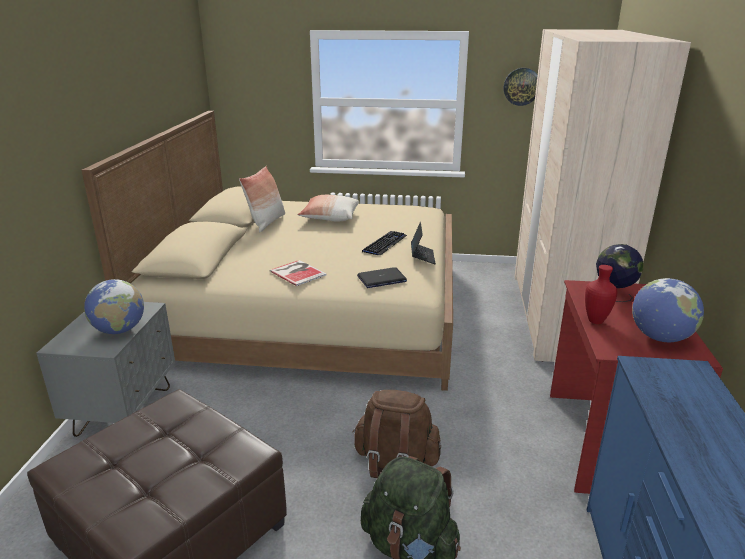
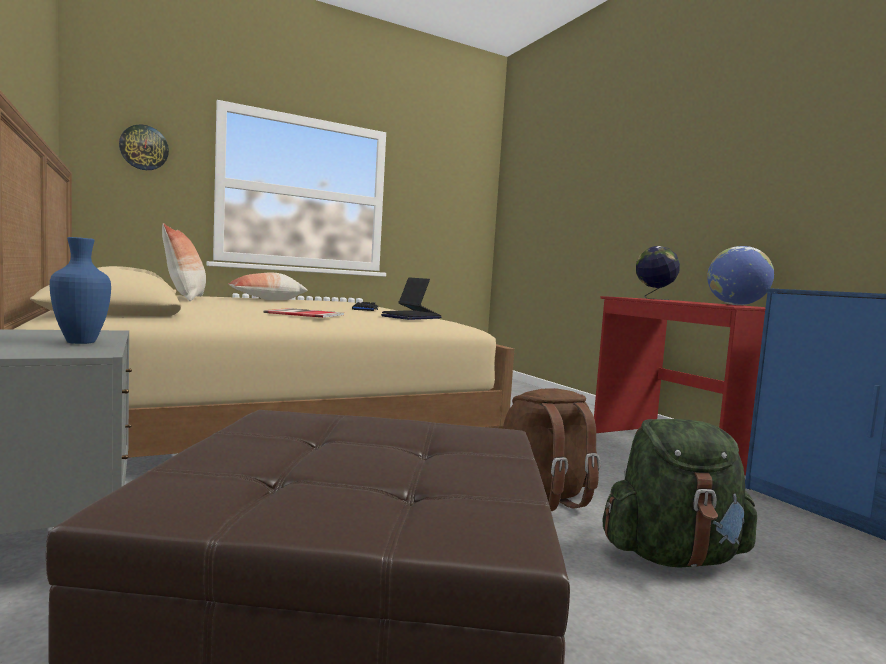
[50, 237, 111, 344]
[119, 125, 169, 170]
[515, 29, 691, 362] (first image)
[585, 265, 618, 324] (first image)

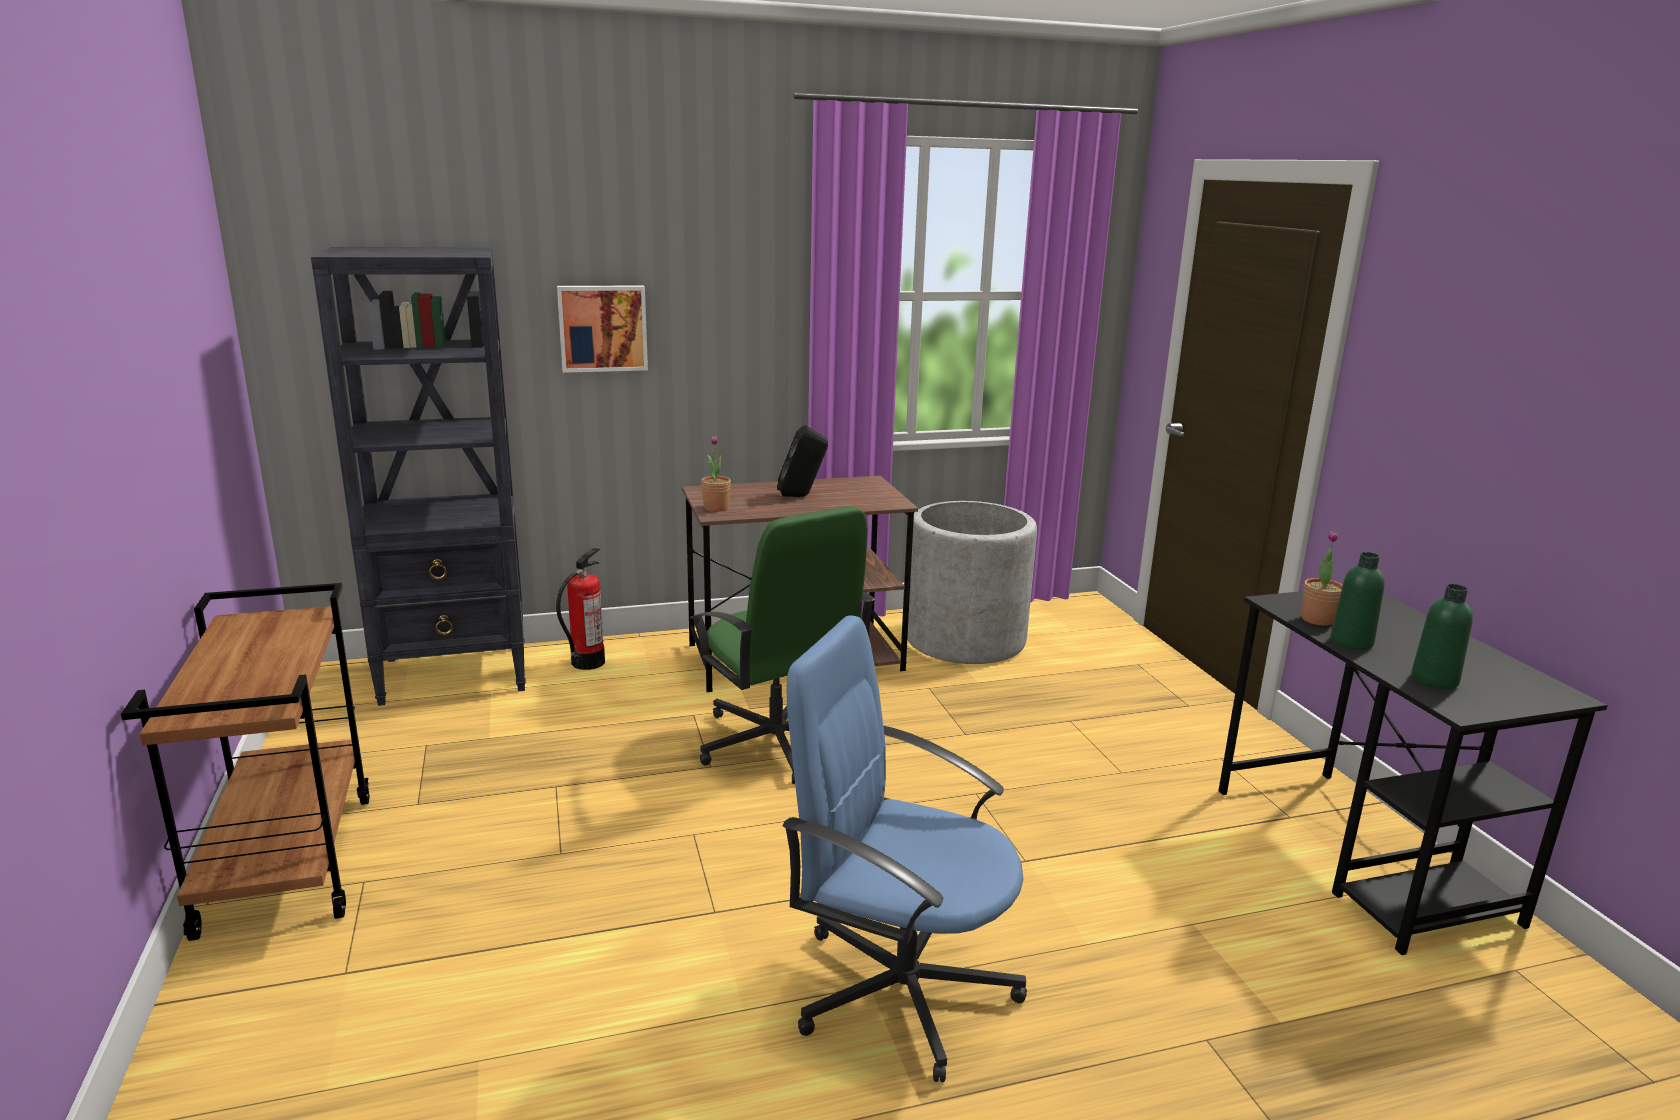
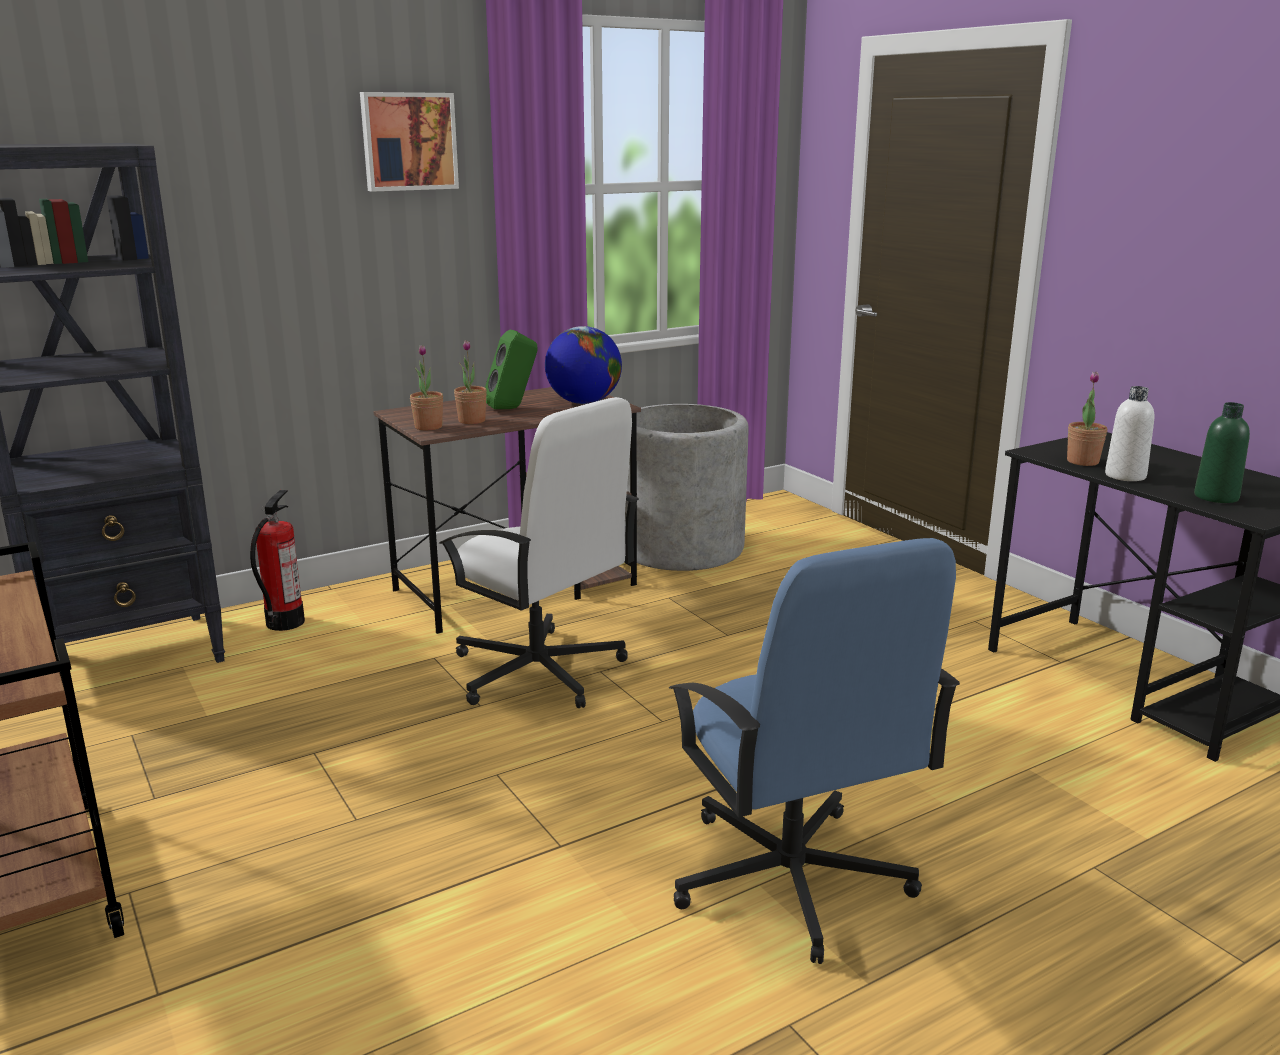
[360, 92, 459, 192]
[439, 397, 639, 708]
[485, 330, 538, 409]
[669, 538, 960, 964]
[1105, 386, 1154, 481]
[454, 340, 487, 424]
[545, 326, 622, 404]

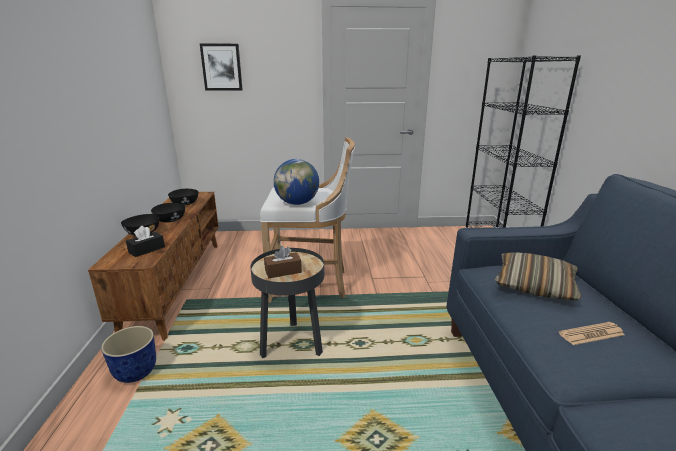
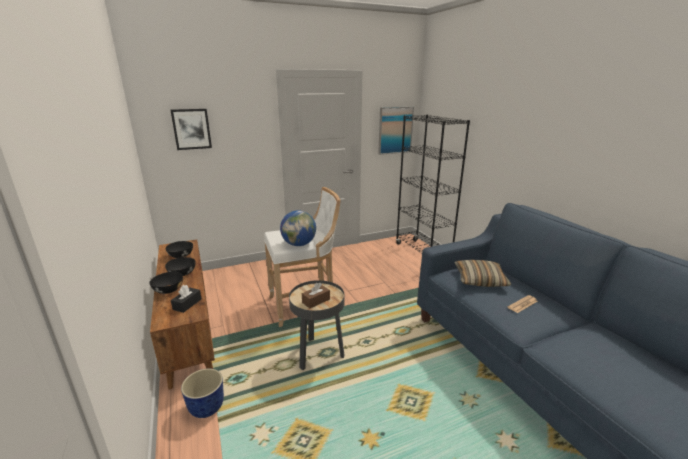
[378, 107, 414, 155]

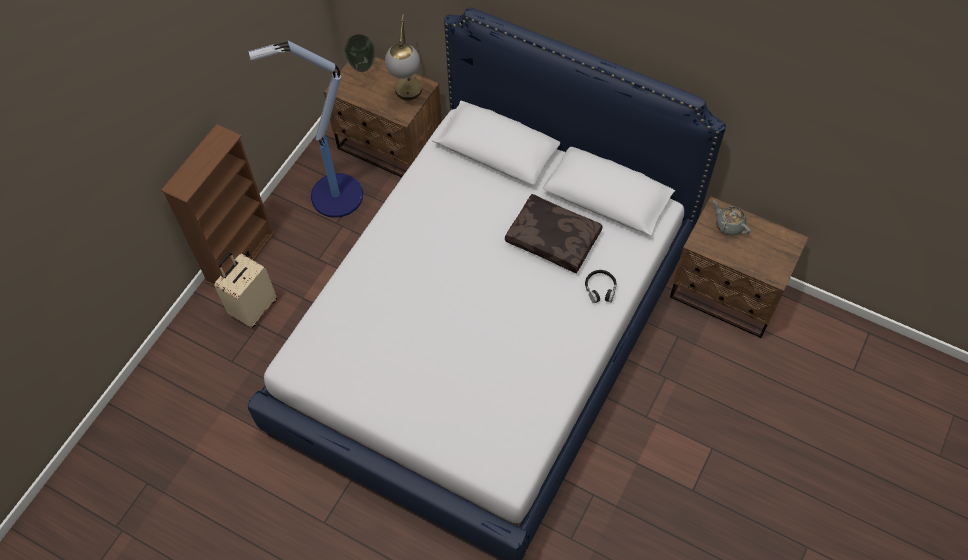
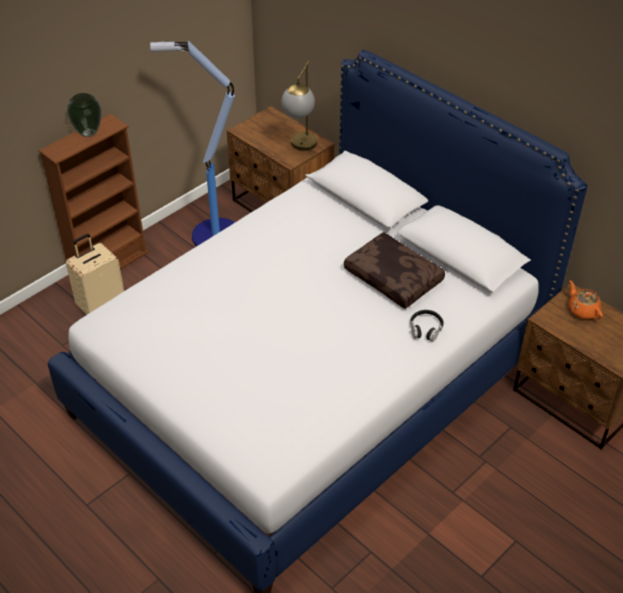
[67, 93, 101, 137]
[568, 280, 603, 319]

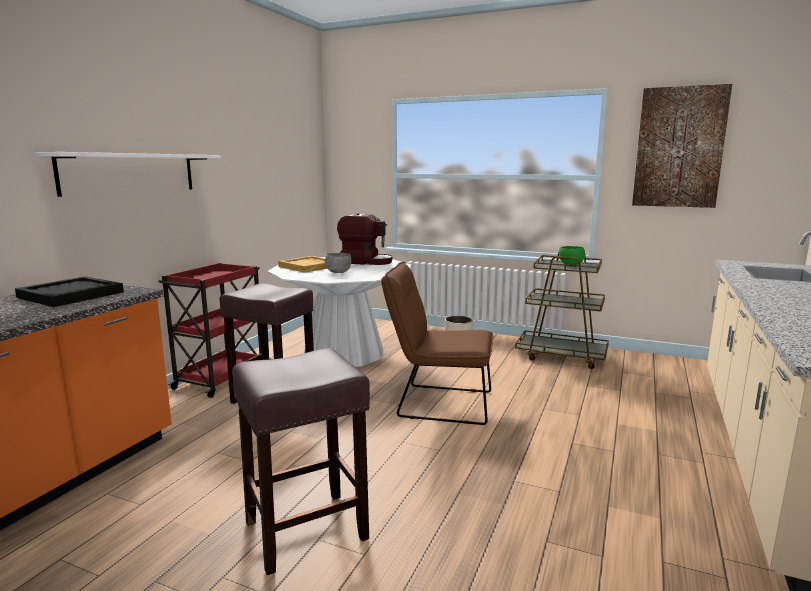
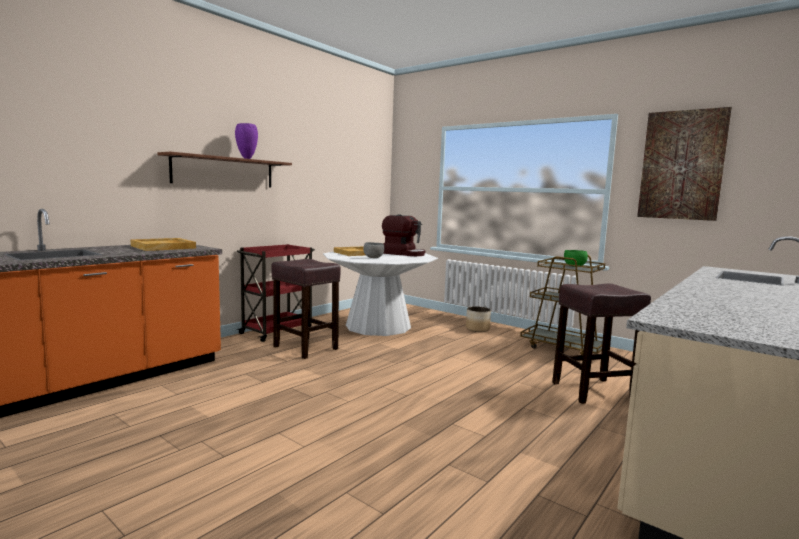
[131, 238, 196, 251]
[158, 152, 292, 187]
[552, 284, 651, 404]
[381, 262, 493, 425] (first image)
[235, 123, 258, 159]

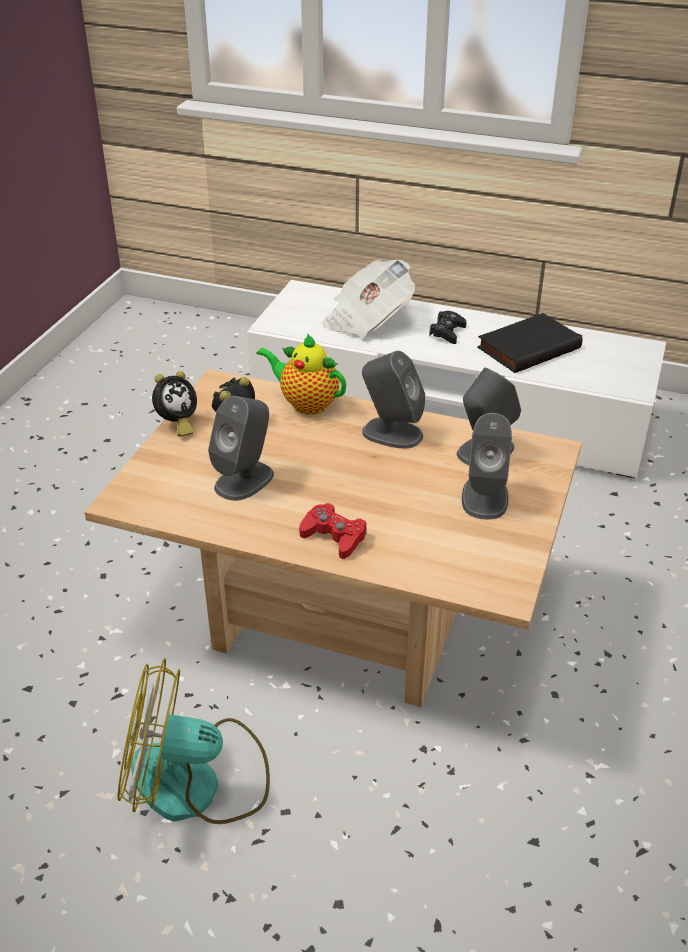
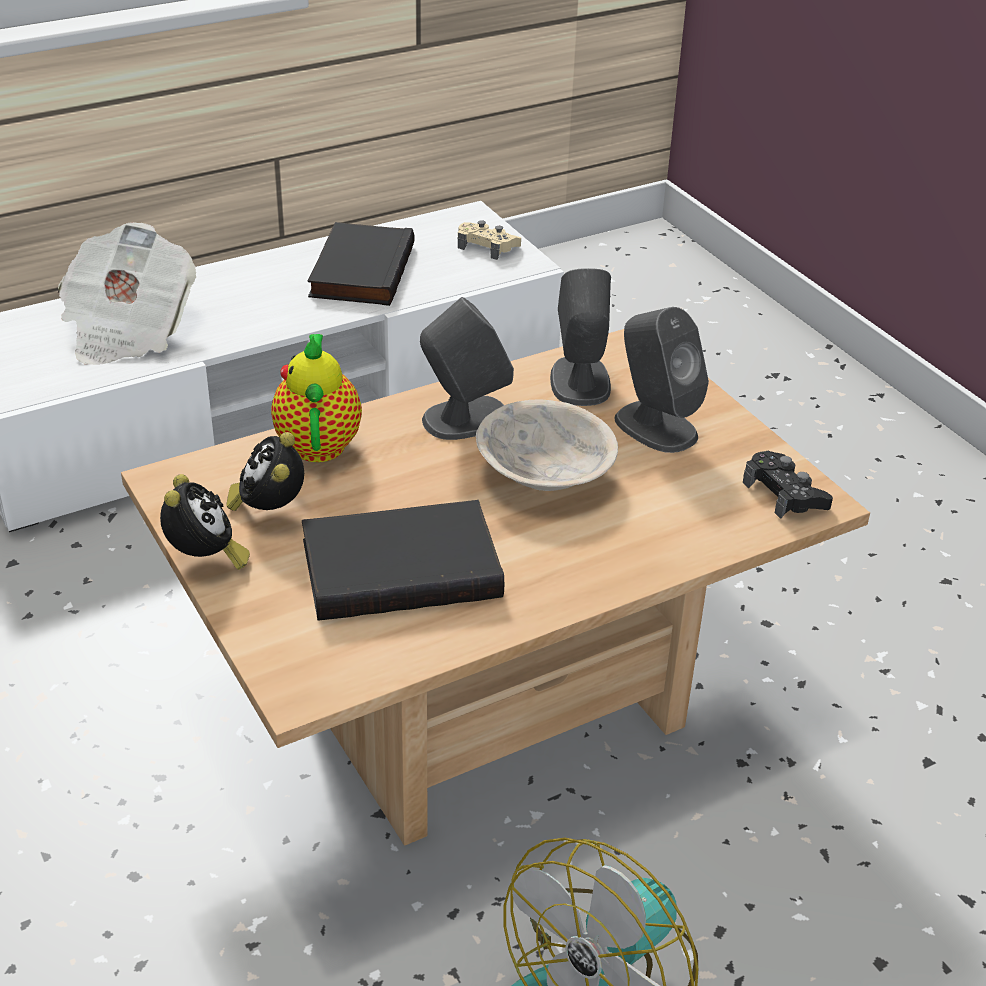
[302, 500, 504, 621]
[271, 334, 362, 462]
[299, 503, 367, 559] (first image)
[743, 451, 833, 519]
[458, 220, 521, 260]
[476, 400, 618, 491]

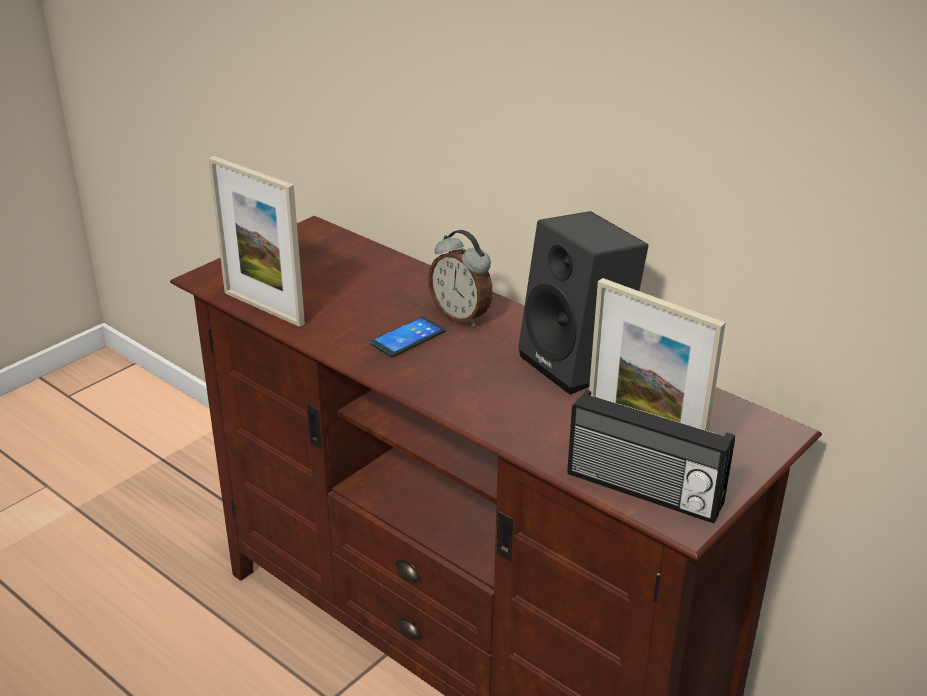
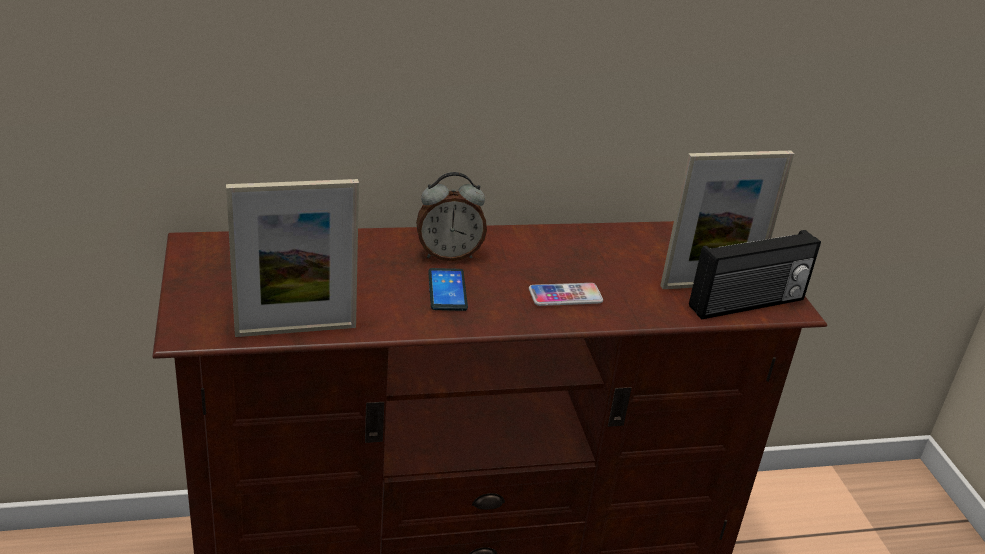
[518, 211, 649, 395] (first image)
[529, 283, 603, 306]

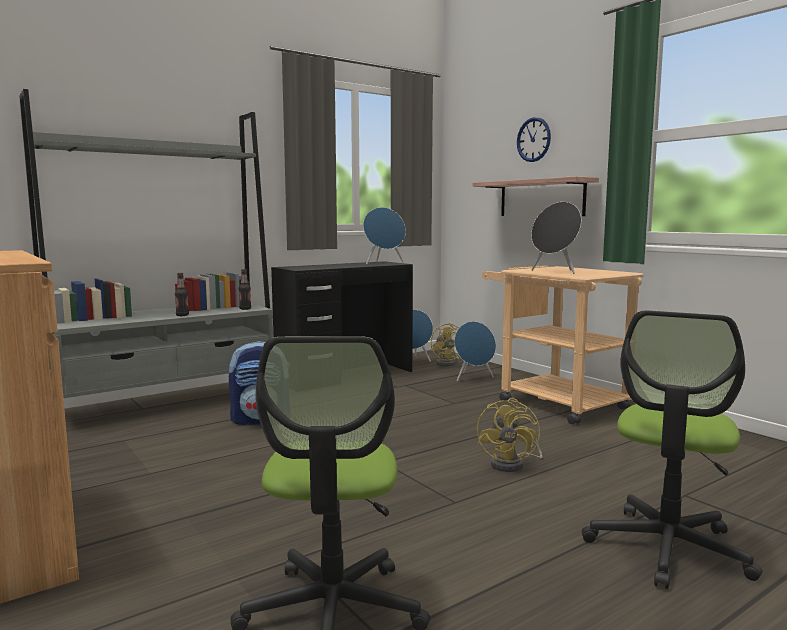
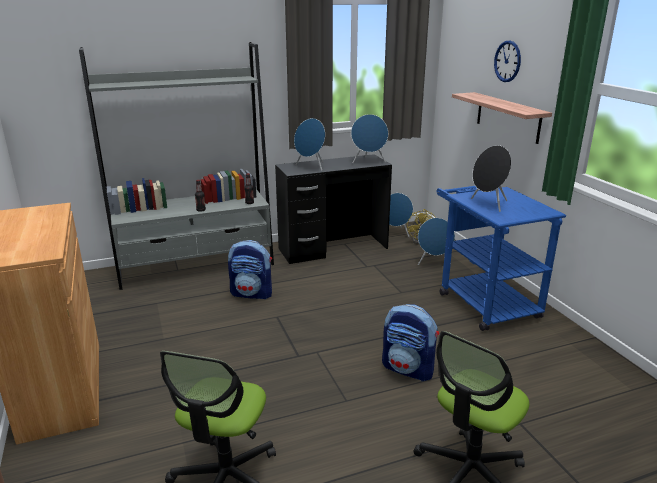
[382, 304, 439, 381]
[437, 186, 566, 331]
[294, 118, 325, 171]

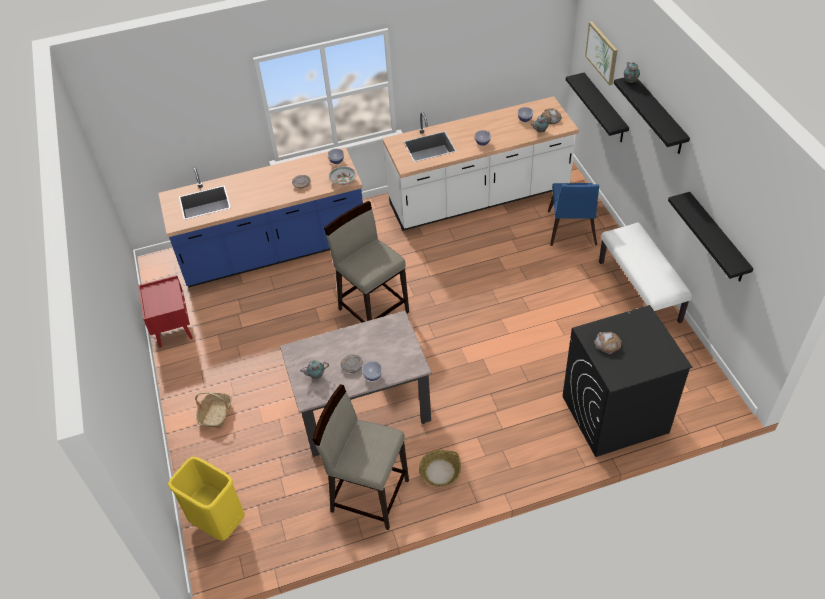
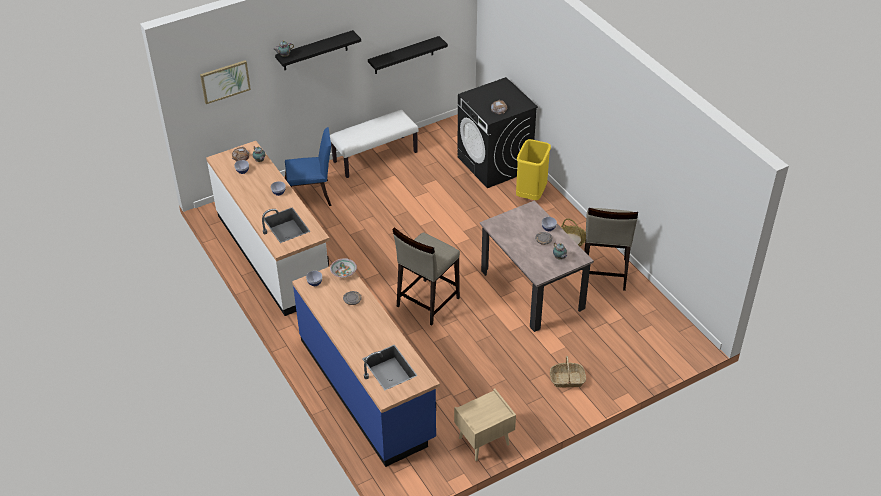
[454, 388, 516, 461]
[516, 139, 551, 200]
[566, 73, 629, 142] (first image)

